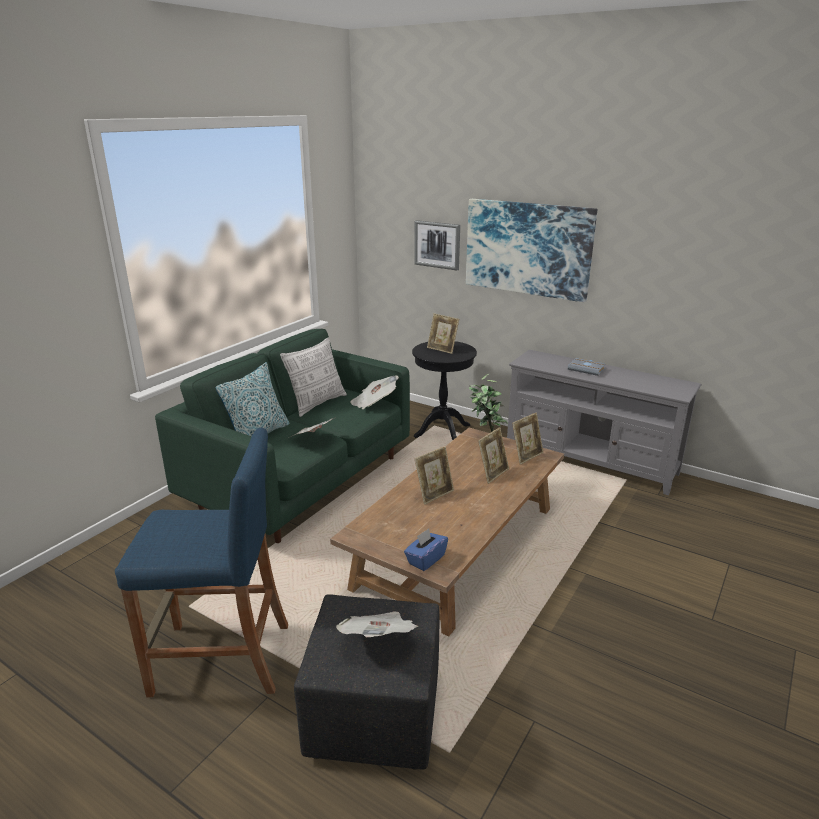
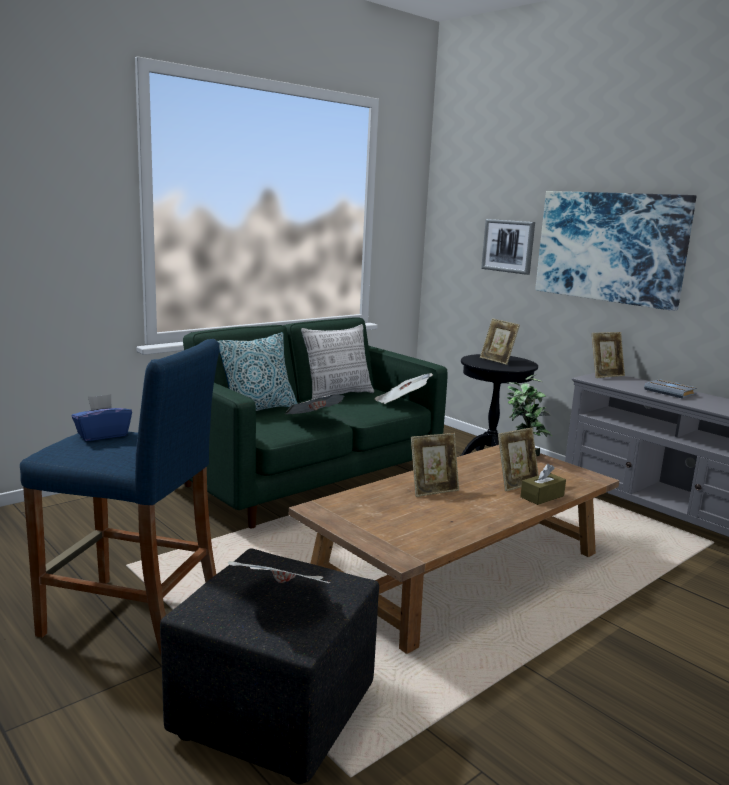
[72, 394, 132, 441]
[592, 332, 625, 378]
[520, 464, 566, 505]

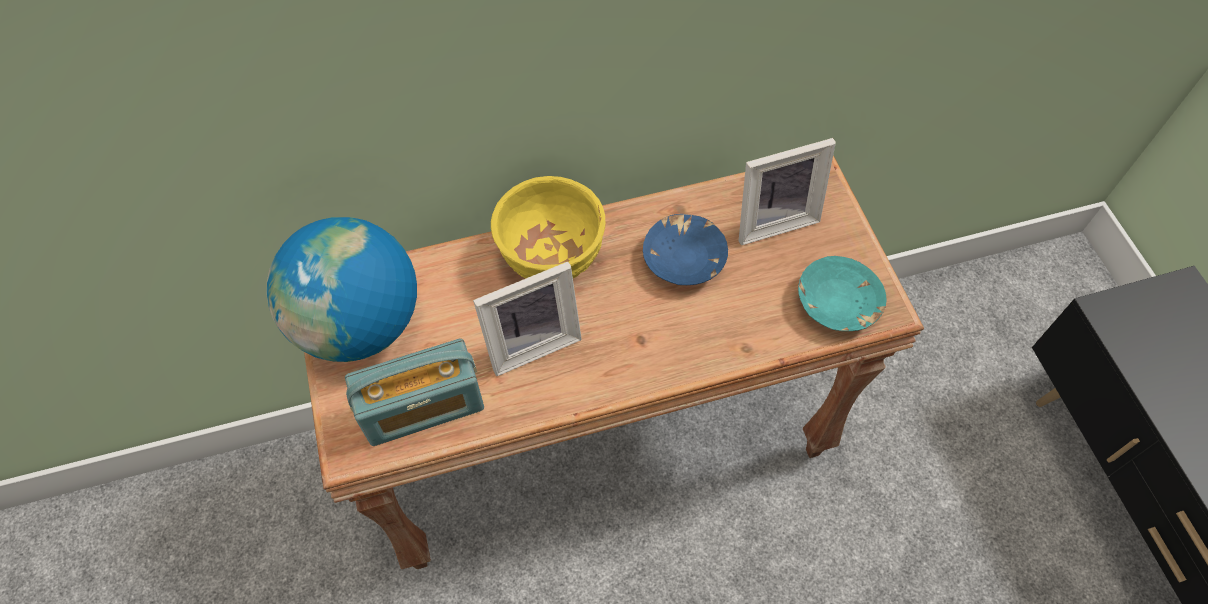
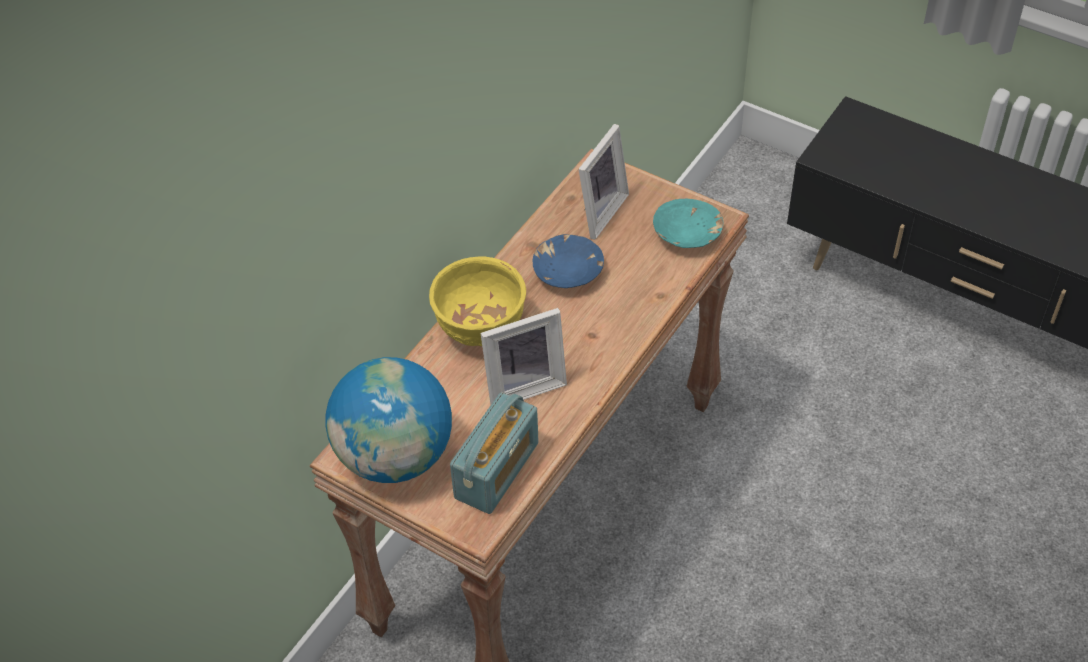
[480, 308, 567, 404]

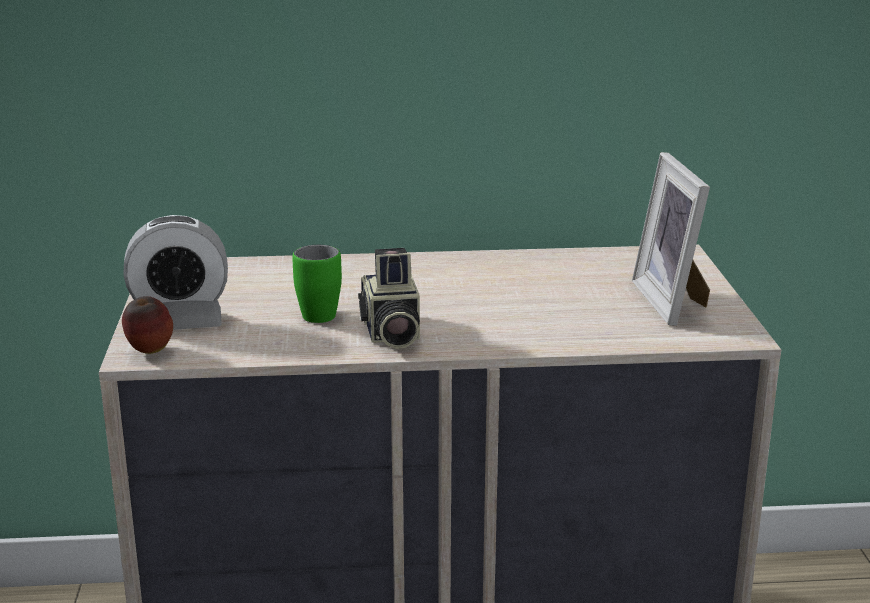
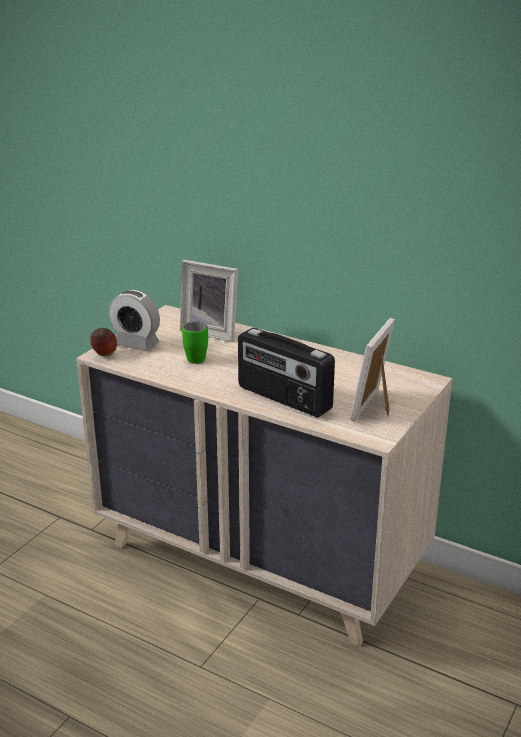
[358, 248, 420, 349] (first image)
[180, 260, 238, 342]
[238, 328, 335, 417]

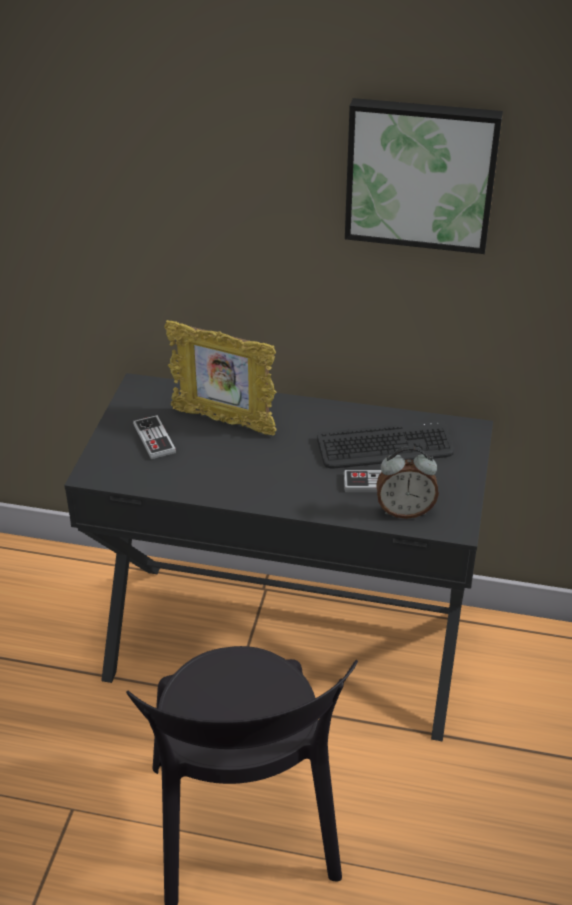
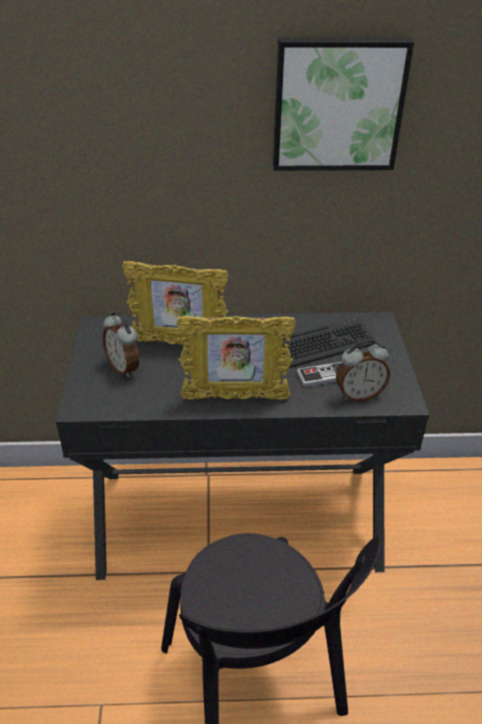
[103, 312, 139, 378]
[176, 316, 296, 400]

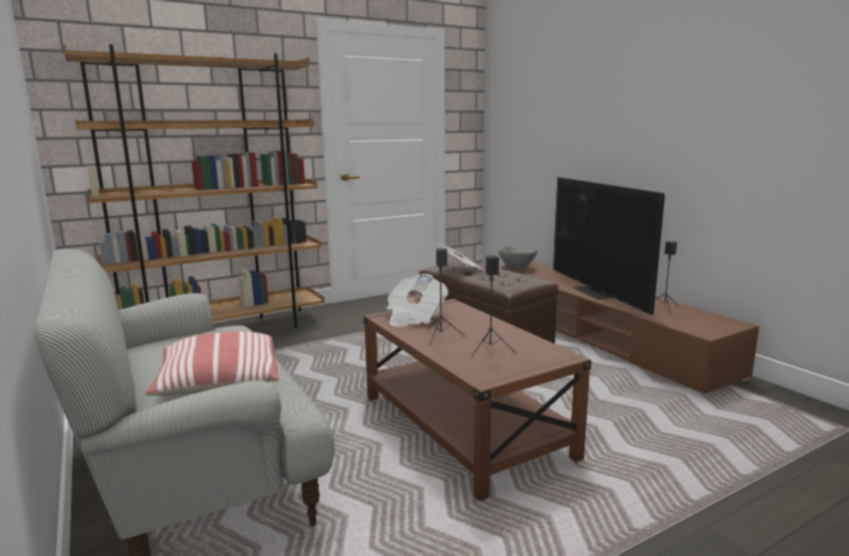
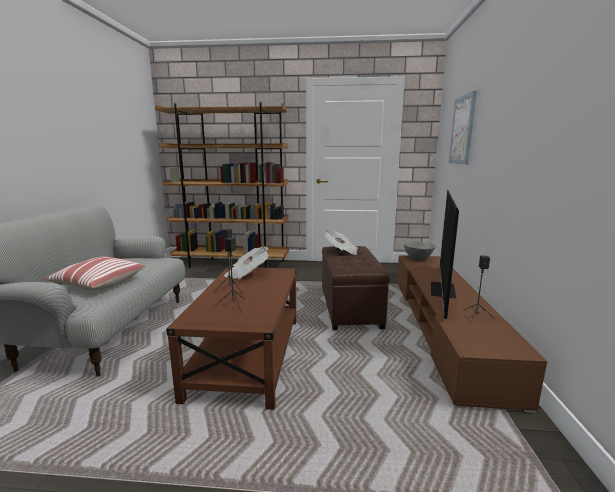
[449, 91, 477, 165]

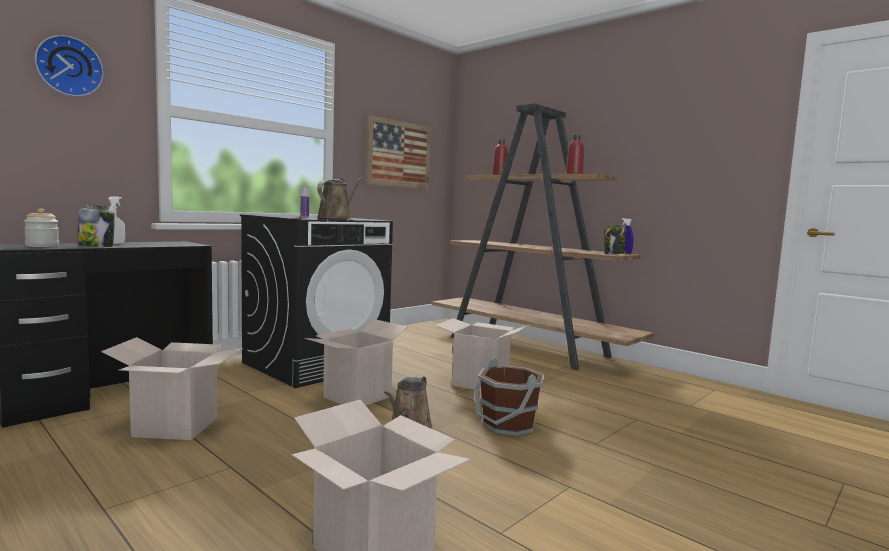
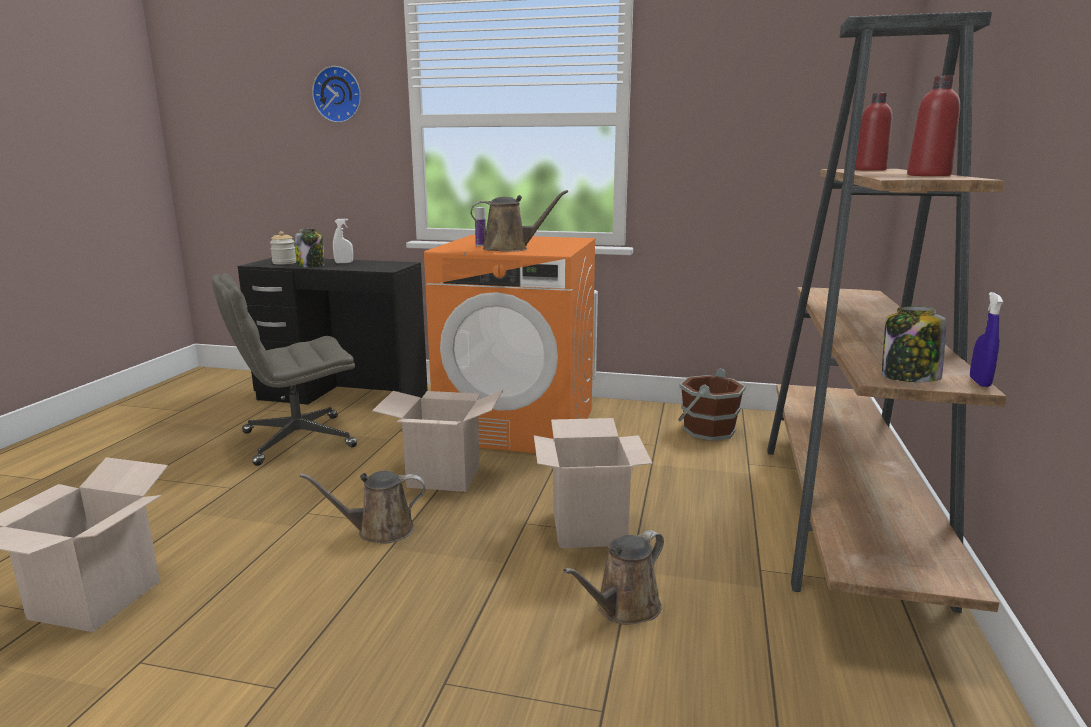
[212, 273, 357, 466]
[424, 235, 596, 453]
[366, 115, 431, 189] (first image)
[678, 368, 746, 441]
[563, 530, 664, 625]

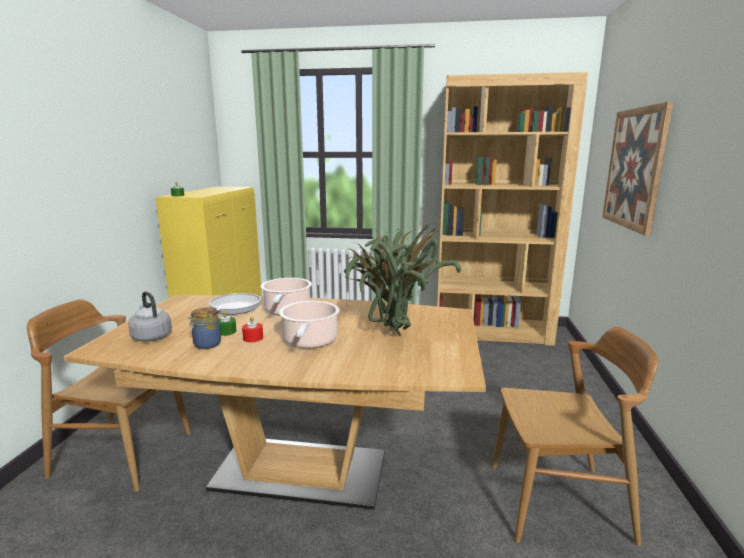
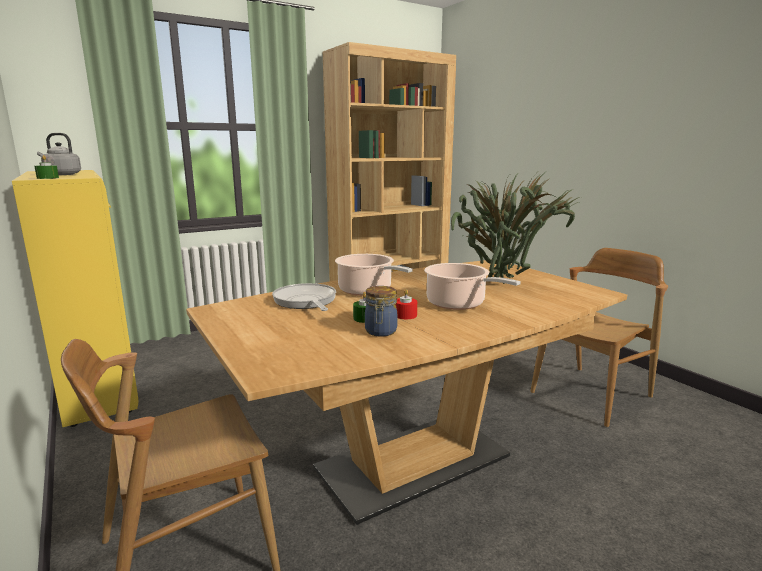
[37, 133, 81, 175]
[602, 102, 673, 236] (first image)

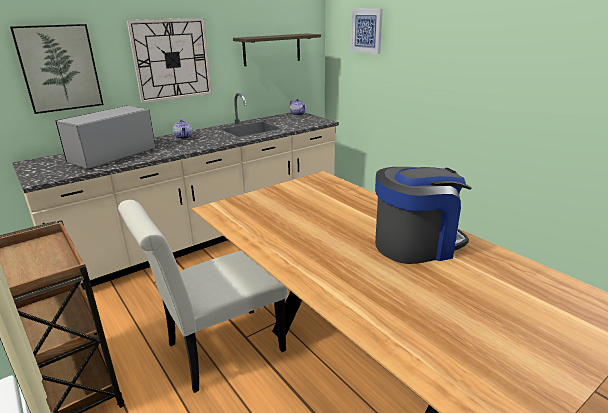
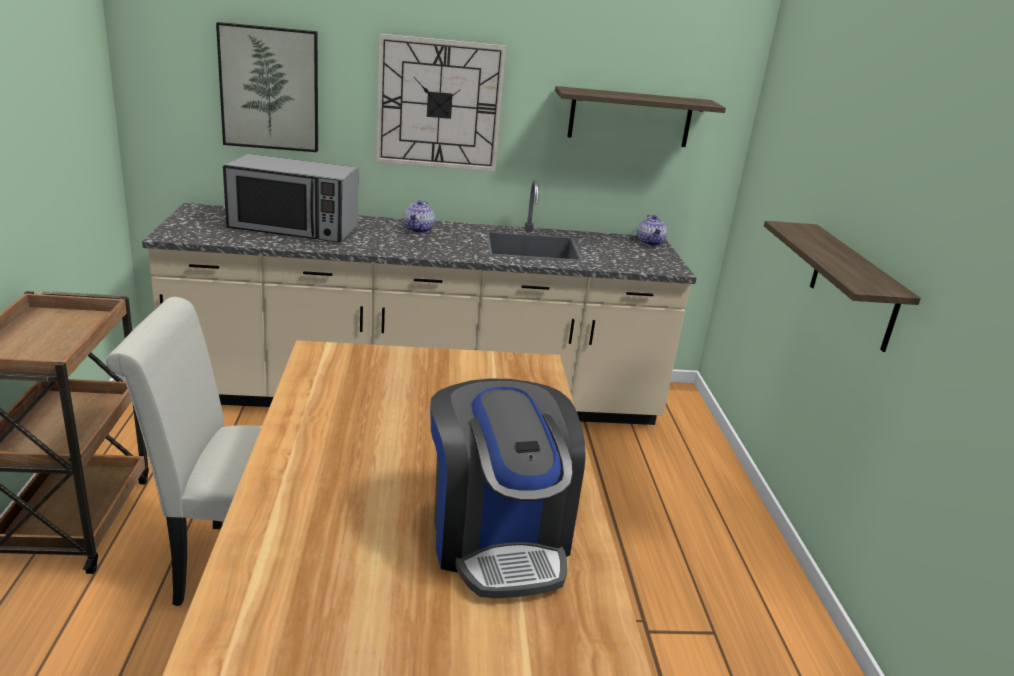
[223, 154, 359, 243]
[350, 9, 383, 54] (first image)
[430, 378, 586, 598]
[764, 221, 921, 352]

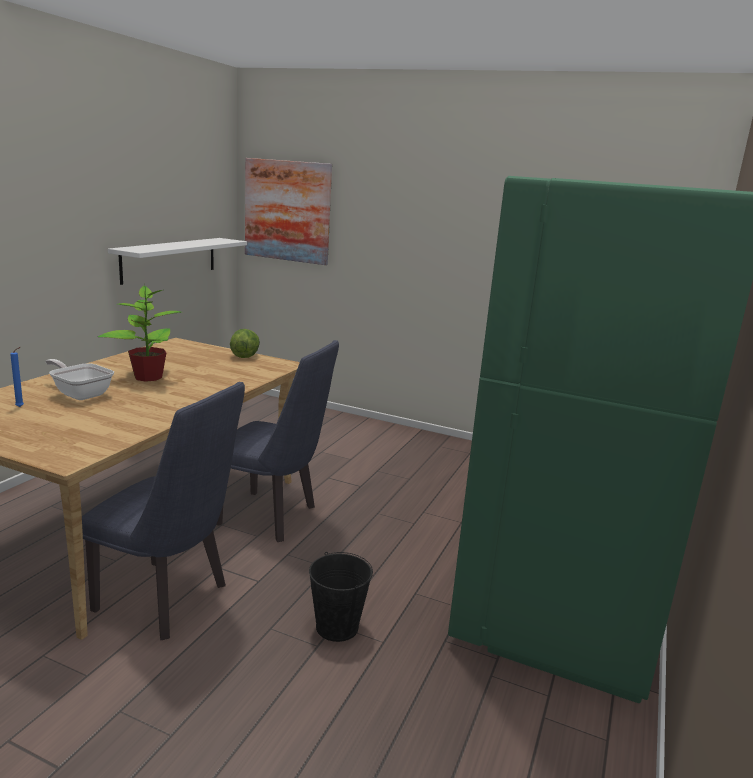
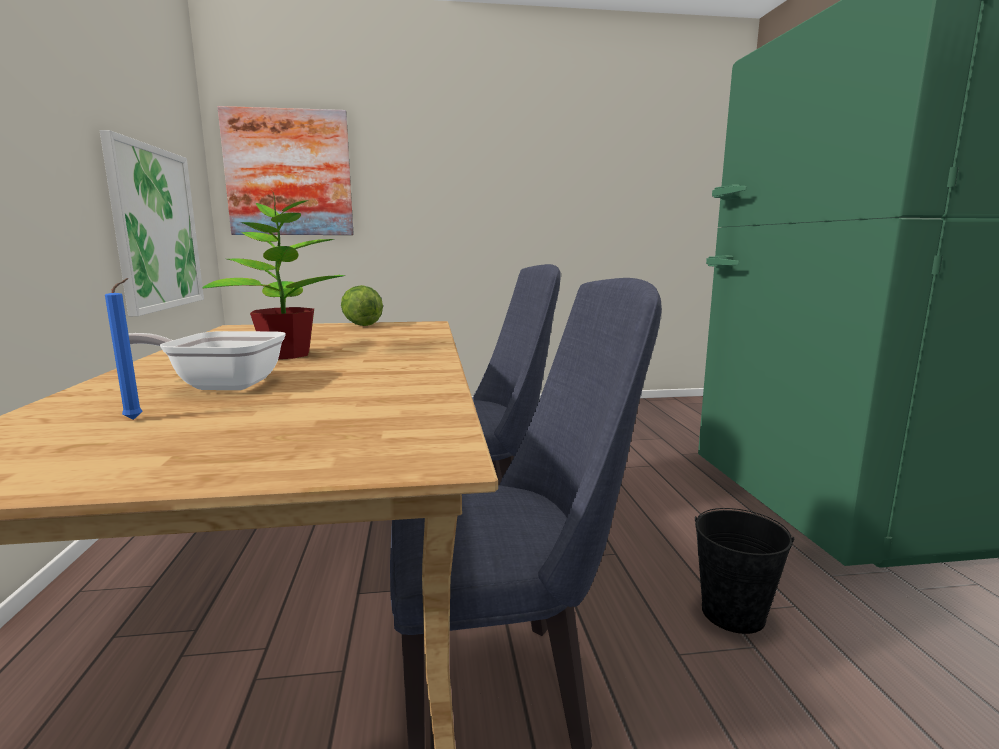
[99, 130, 204, 316]

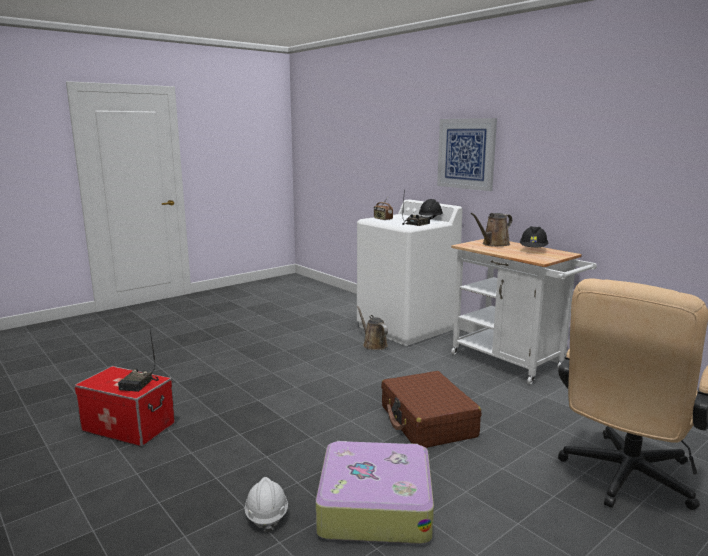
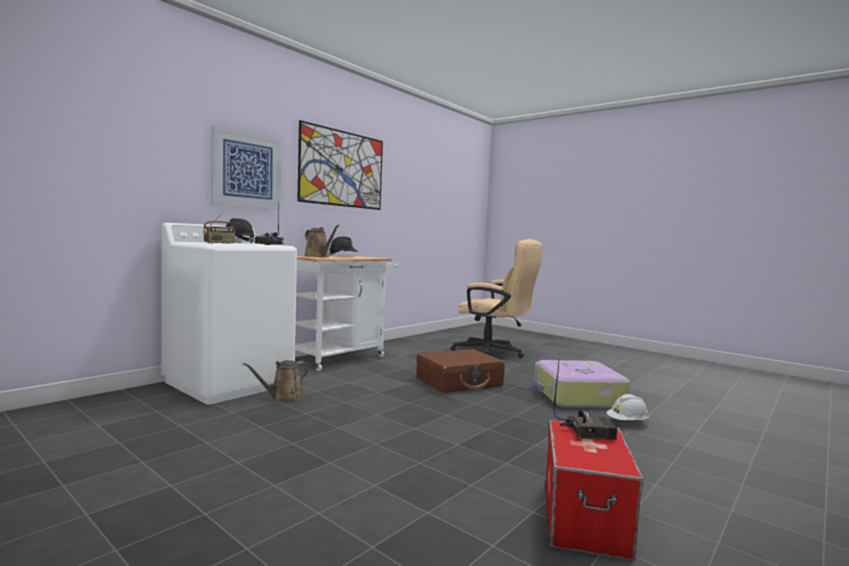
[297, 120, 383, 210]

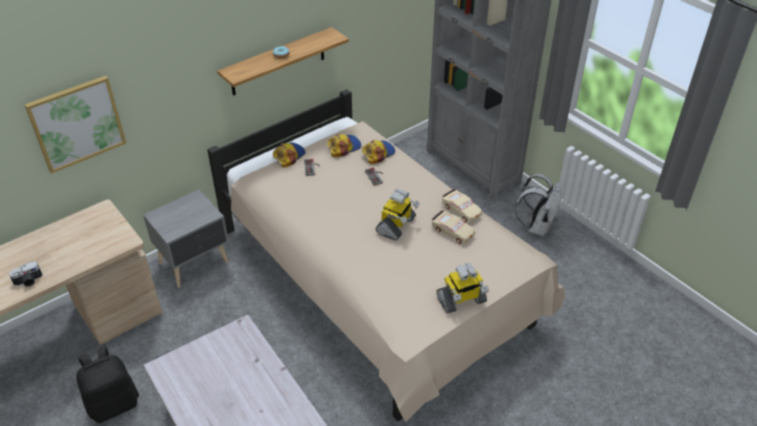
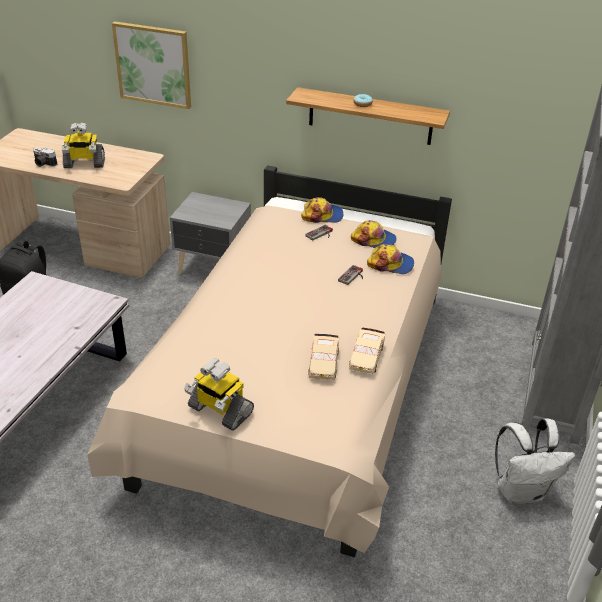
[62, 122, 105, 168]

